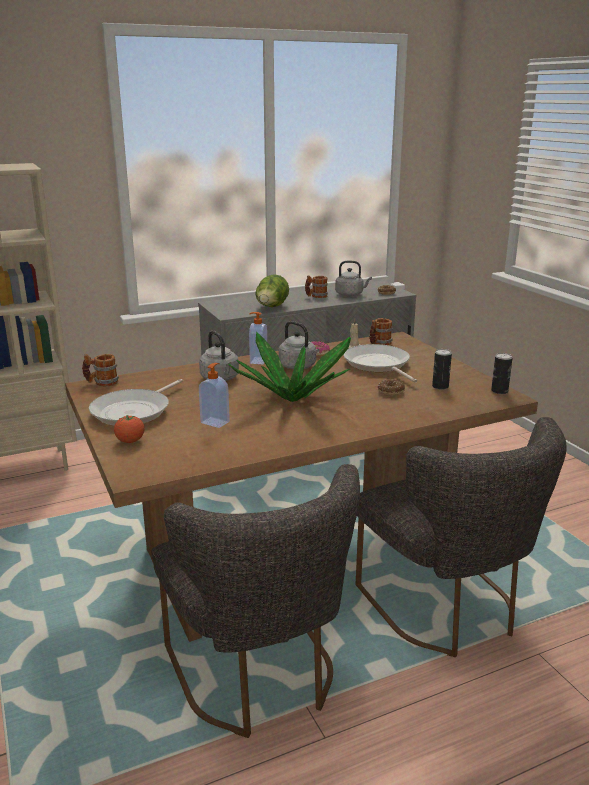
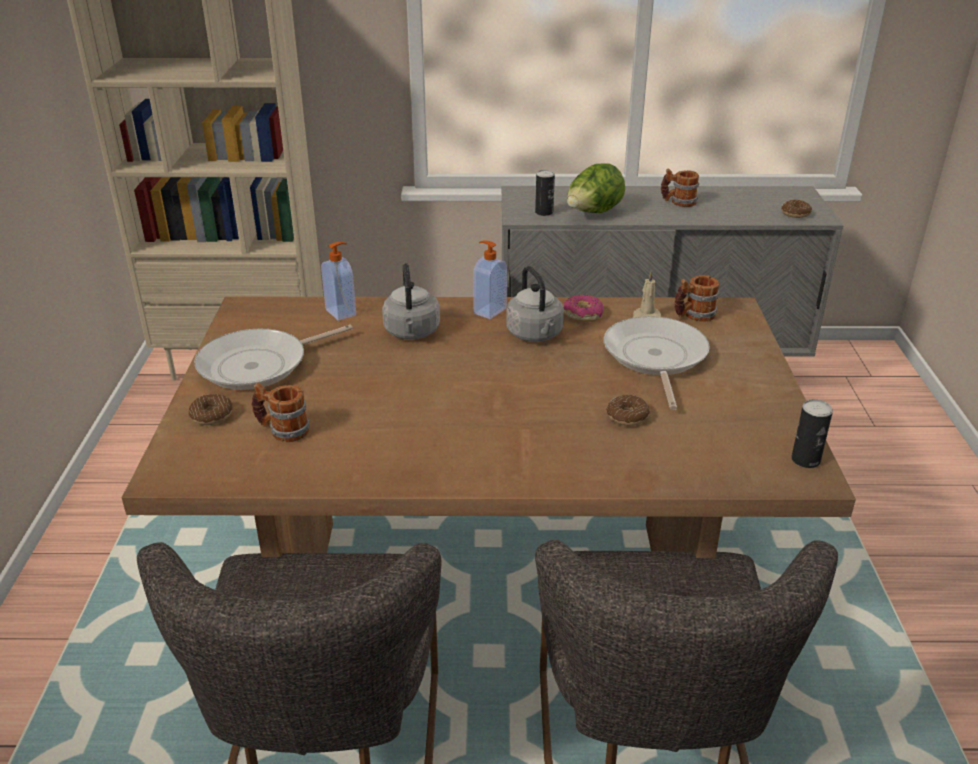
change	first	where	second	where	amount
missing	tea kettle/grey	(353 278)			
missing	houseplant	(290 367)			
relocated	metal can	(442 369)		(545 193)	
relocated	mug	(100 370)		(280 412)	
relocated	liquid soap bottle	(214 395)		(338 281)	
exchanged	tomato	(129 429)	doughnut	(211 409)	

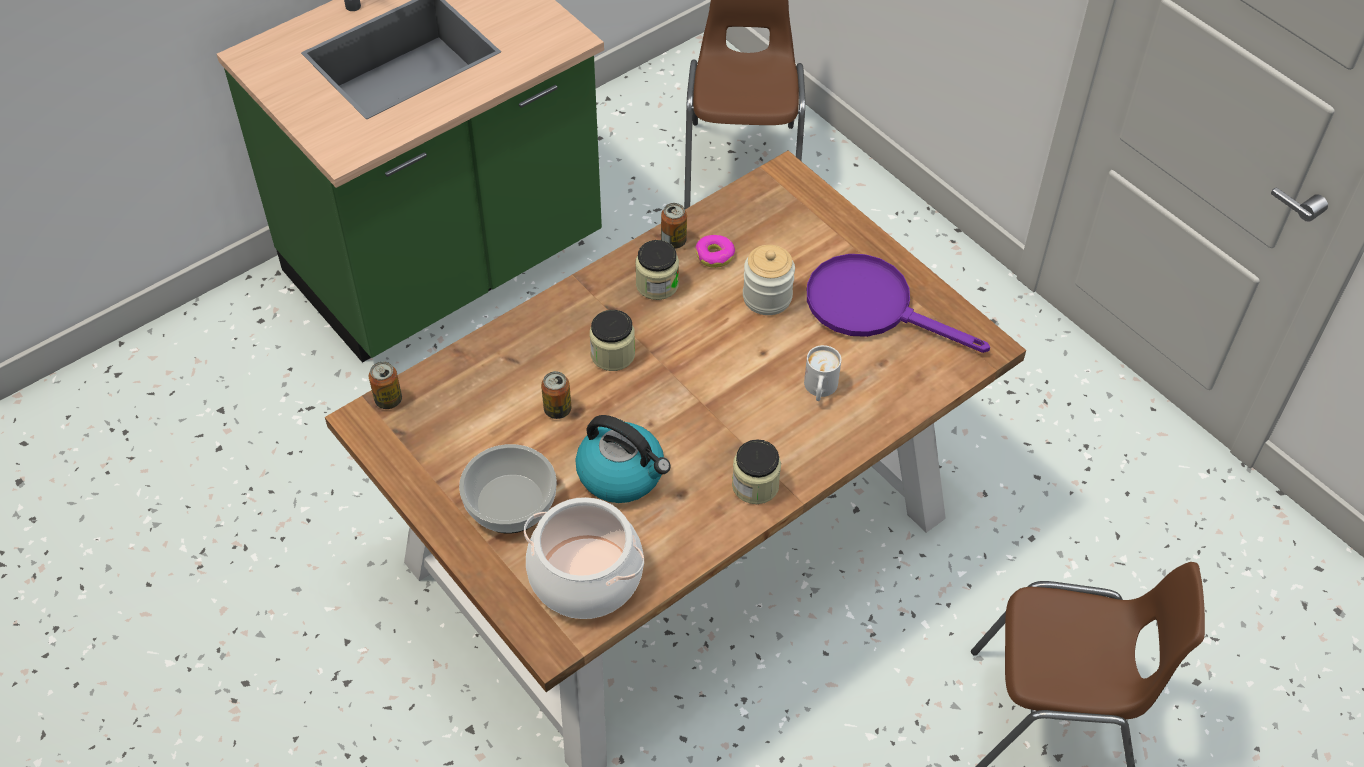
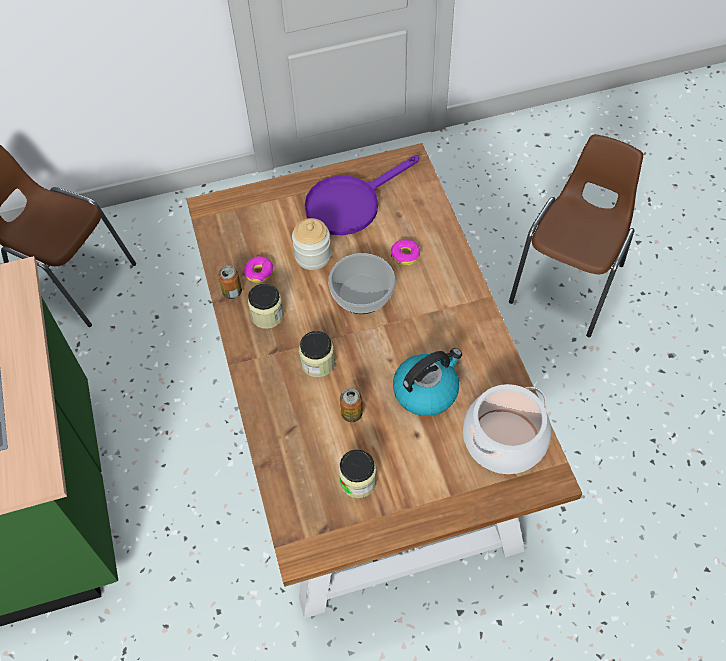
change	first	where	second	where	amount
exchanged	mug/white-coloured	(822 373)	doughnut	(405 252)	
missing	metal can	(385 385)			
relocated	storage jar	(756 471)		(357 474)	
relocated	deep dish	(508 489)		(361 283)	

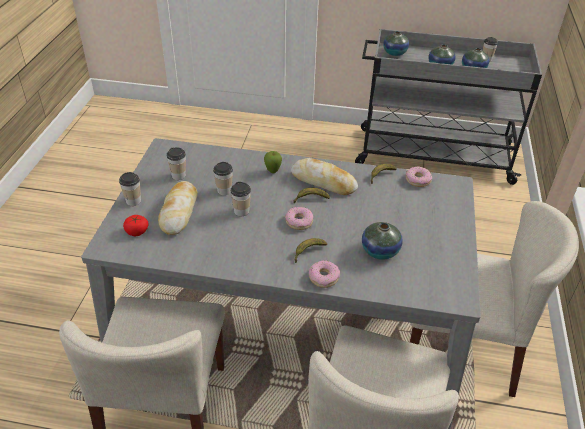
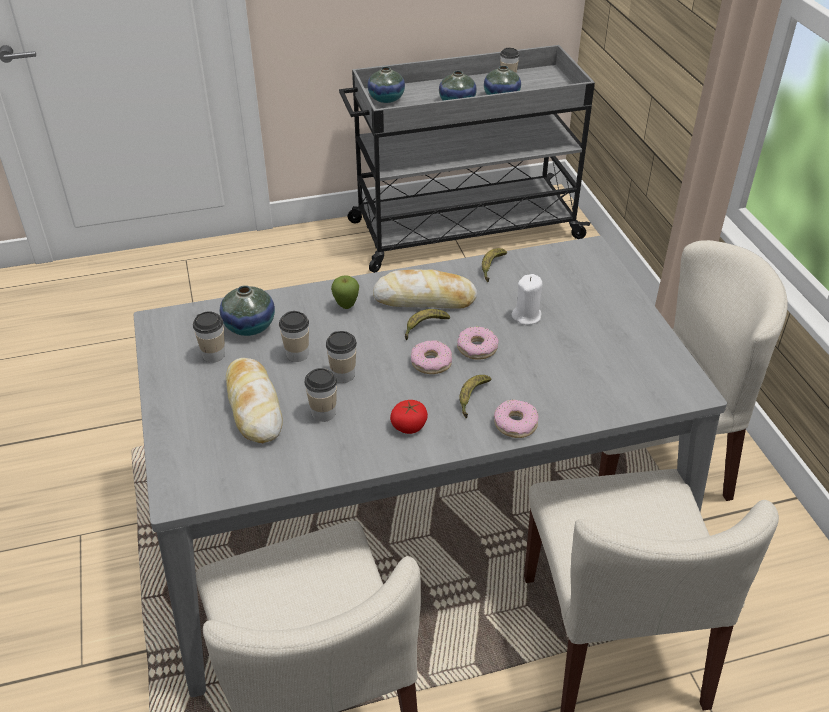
change	first	where	second	where	amount
relocated	doughnut	(419 177)		(478 343)	
relocated	drinking cup	(130 189)		(321 395)	
relocated	tomato	(135 225)		(409 417)	
relocated	decorative vase	(382 241)		(247 310)	
appeared			wax candle/white-coloured	(527 299)	

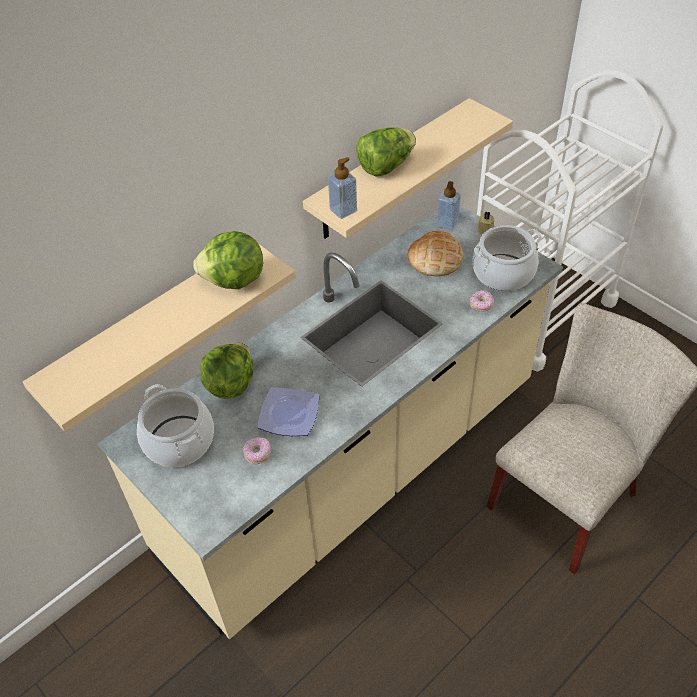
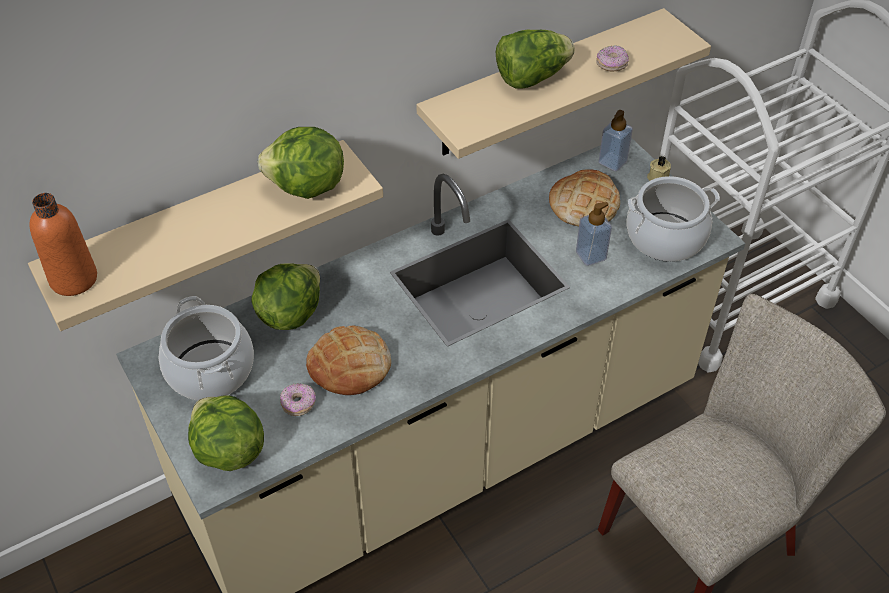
change	first	where	second	where	amount
relocated	liquid soap bottle	(342 188)		(594 234)	
relocated	doughnut	(482 301)		(612 58)	
exchanged	flat dish	(288 411)	baked bread	(348 360)	
appeared			bottle/orangey	(63 244)	
appeared			head of lettuce	(226 433)	

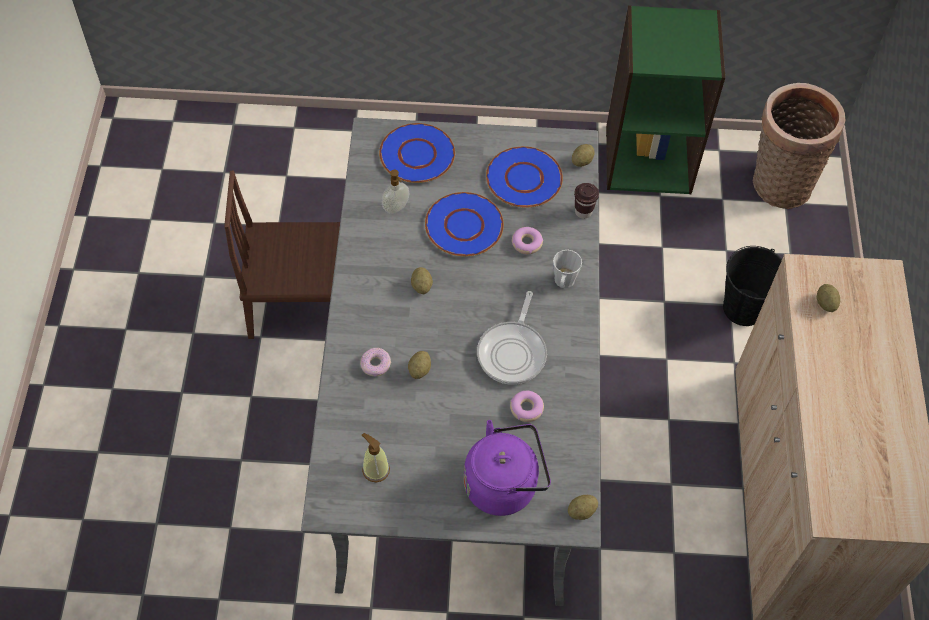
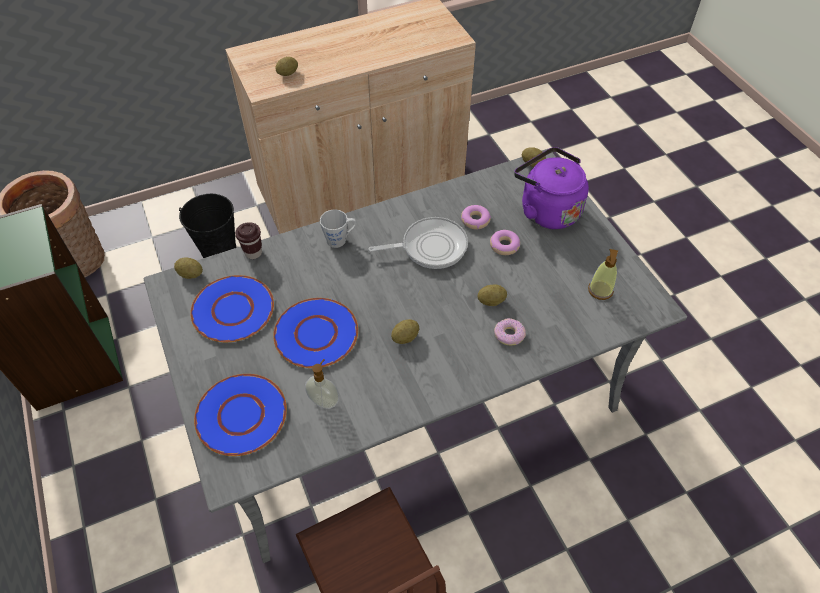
change	first	where	second	where	amount
relocated	doughnut	(527 240)		(505 242)	

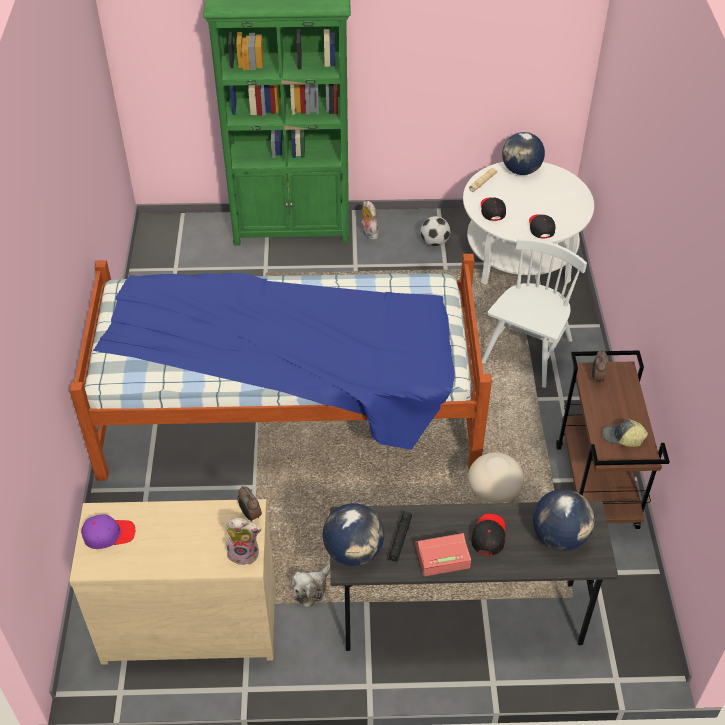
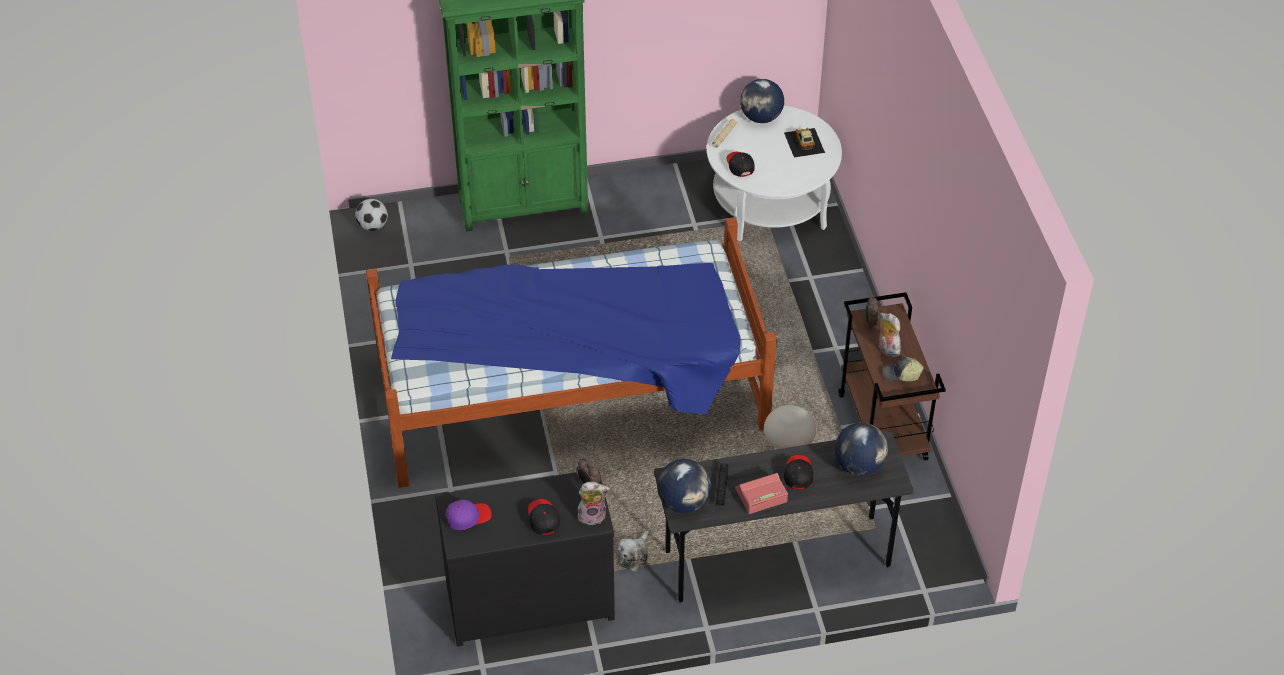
change	first	where	second	where	amount
relocated	cuddly toy	(370 220)		(891 335)	
relocated	cap/blackish	(542 226)		(544 517)	
relocated	football ball	(435 231)		(371 215)	
missing	chair/white-coloured	(534 313)			
colour	dresser/sand-coloured	(172 582)	dresser/blackish	(525 558)	
appeared			model car	(804 142)	

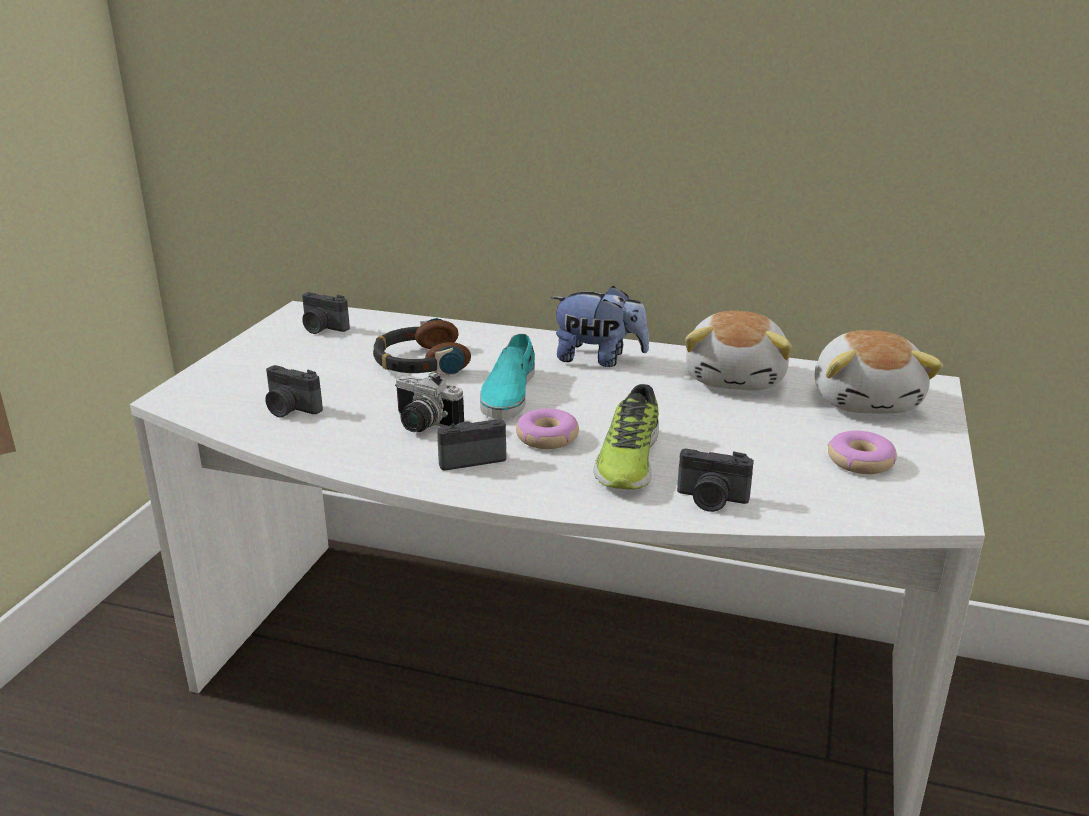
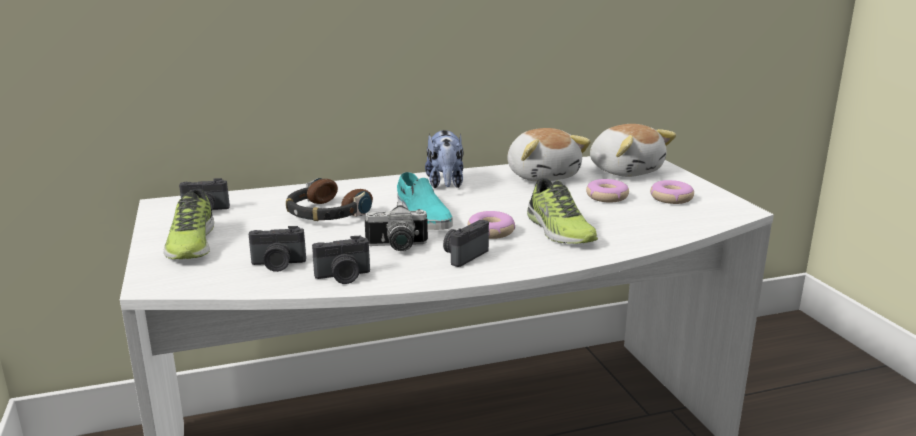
change	first	where	second	where	amount
spun	cuddly toy	(600 326)		(444 159)	105 degrees clockwise
relocated	still camera	(715 480)		(341 259)	
appeared			doughnut	(607 191)	
appeared			shoe	(189 223)	

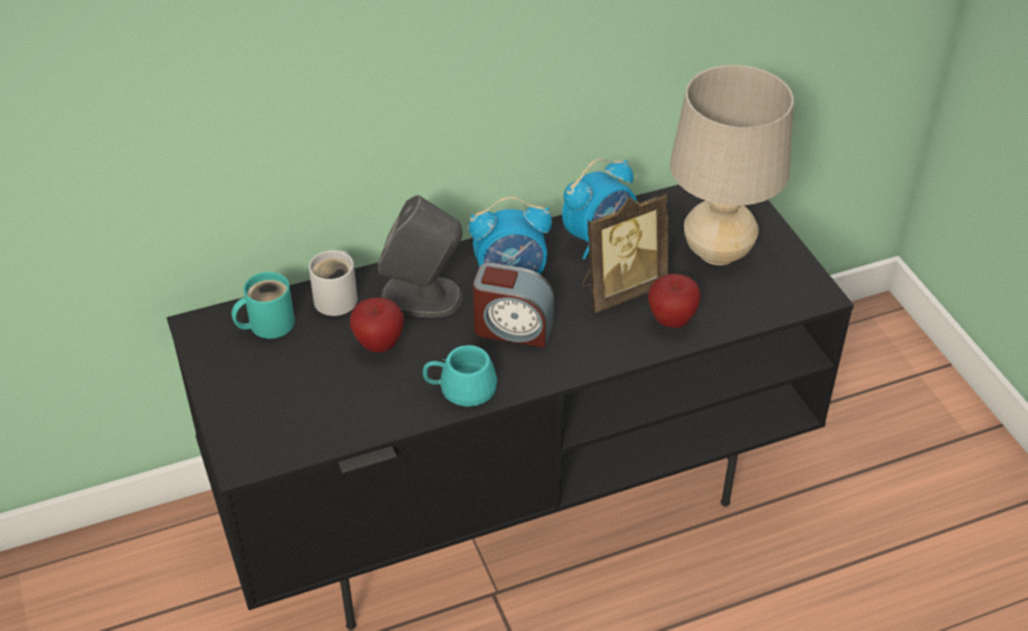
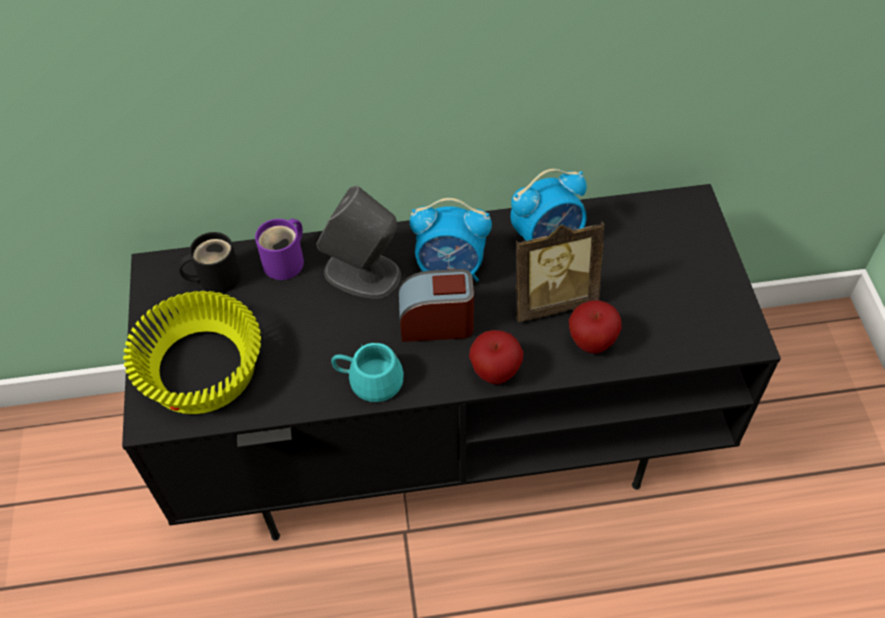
change	first	where	second	where	amount
missing	tabletop lamp/sand-coloured	(732 165)			
colour	mug/white-coloured	(333 283)	mug/purple-coloured	(279 249)	
spun	table clock	(513 305)		(436 305)	150 degrees clockwise
colour	mug/turquoise	(263 305)	mug/blackish	(209 262)	
relocated	whole apple	(377 324)		(496 357)	
appeared			deep dish/yellowish	(192 352)	

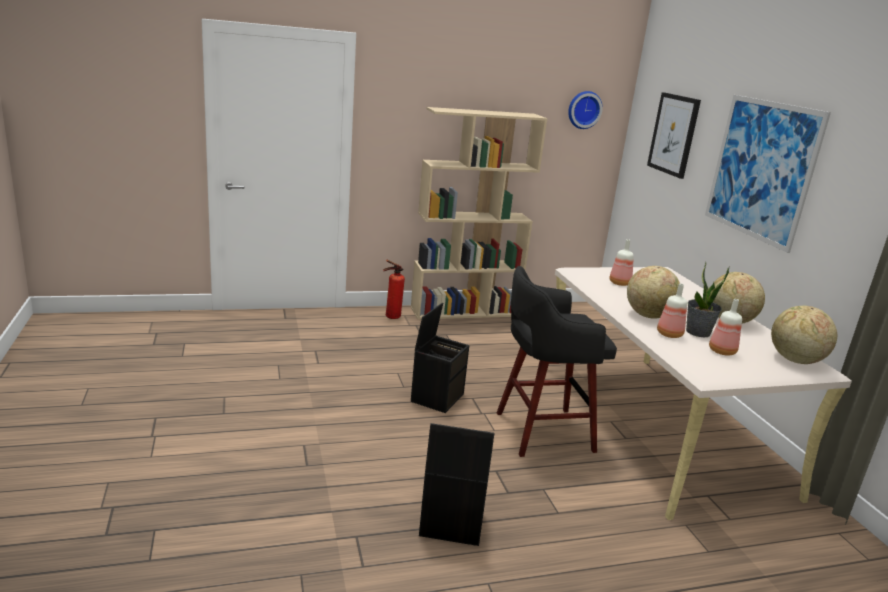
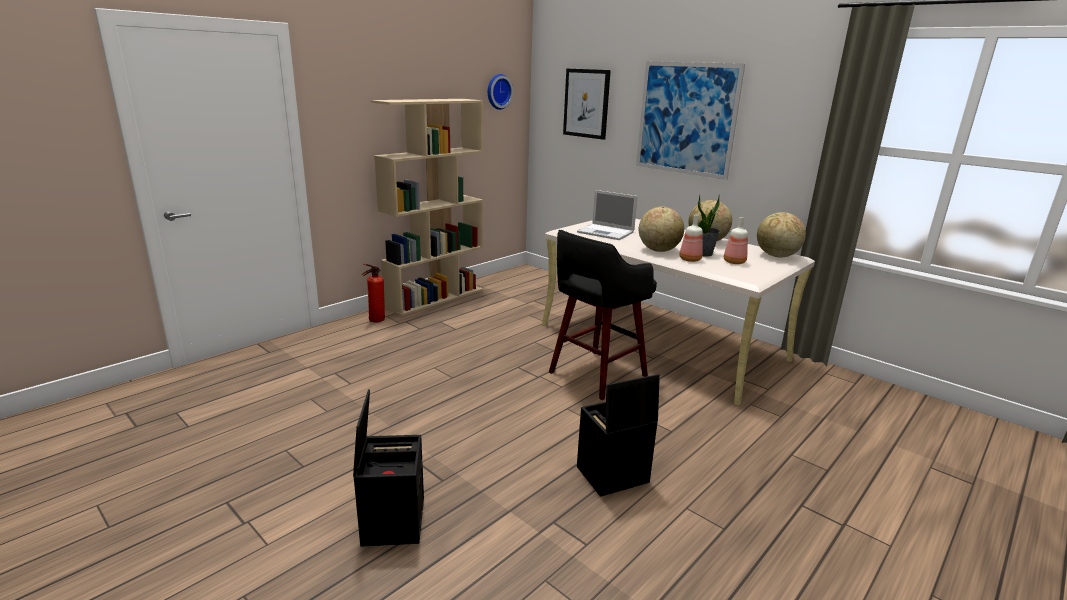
change	first	where	second	where	amount
exchanged	bottle	(621 262)	portable computer	(607 215)	
relocated	storage container/blackish	(440 357)		(388 468)	

